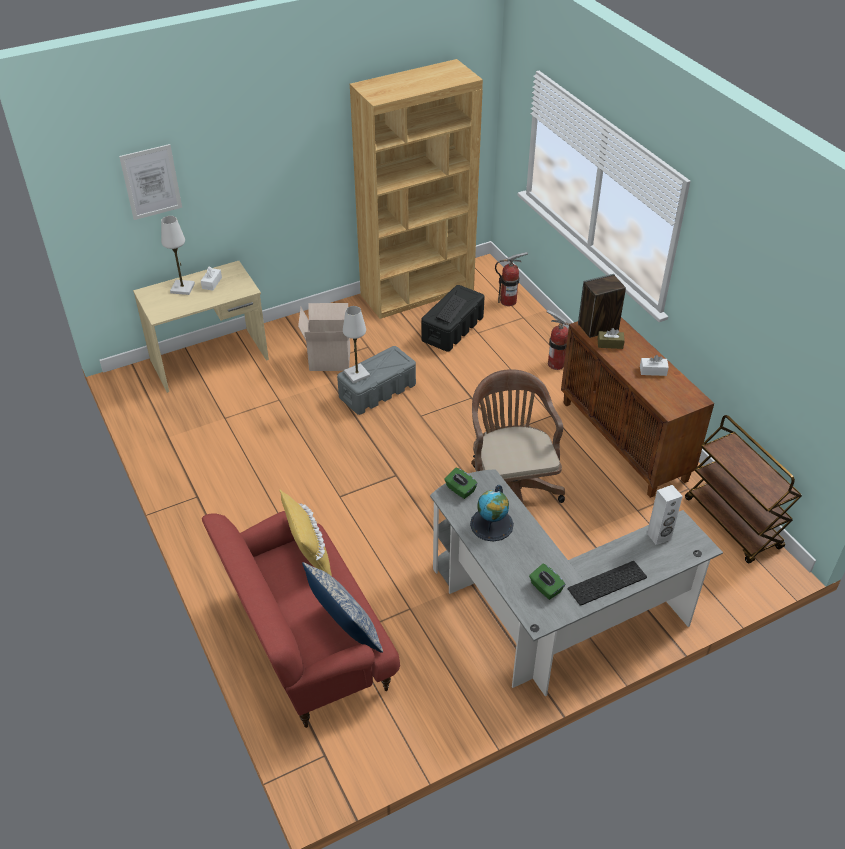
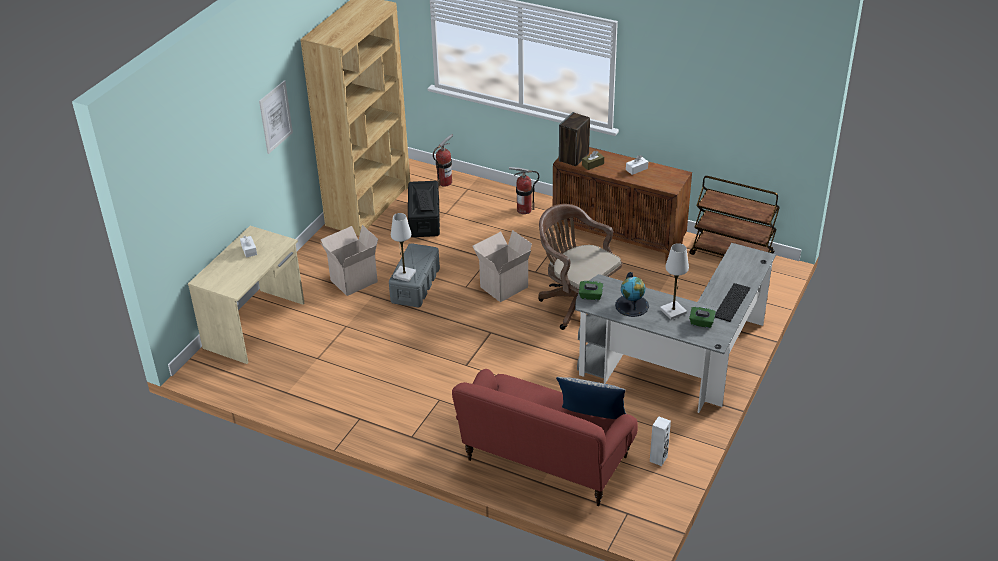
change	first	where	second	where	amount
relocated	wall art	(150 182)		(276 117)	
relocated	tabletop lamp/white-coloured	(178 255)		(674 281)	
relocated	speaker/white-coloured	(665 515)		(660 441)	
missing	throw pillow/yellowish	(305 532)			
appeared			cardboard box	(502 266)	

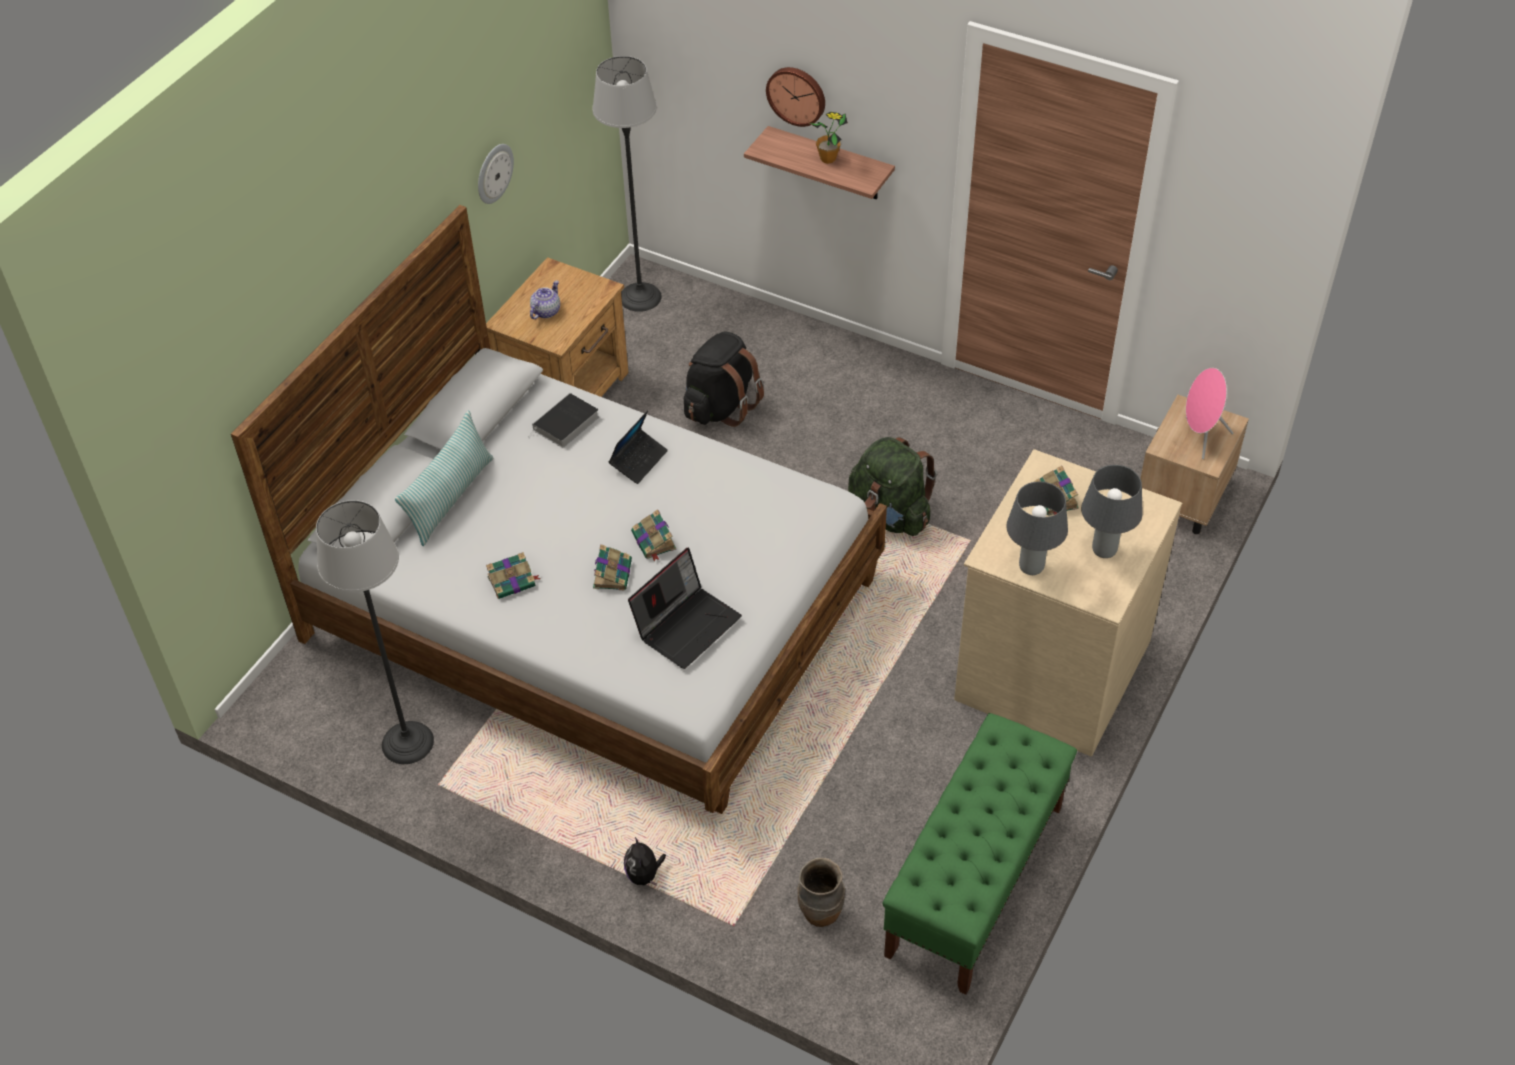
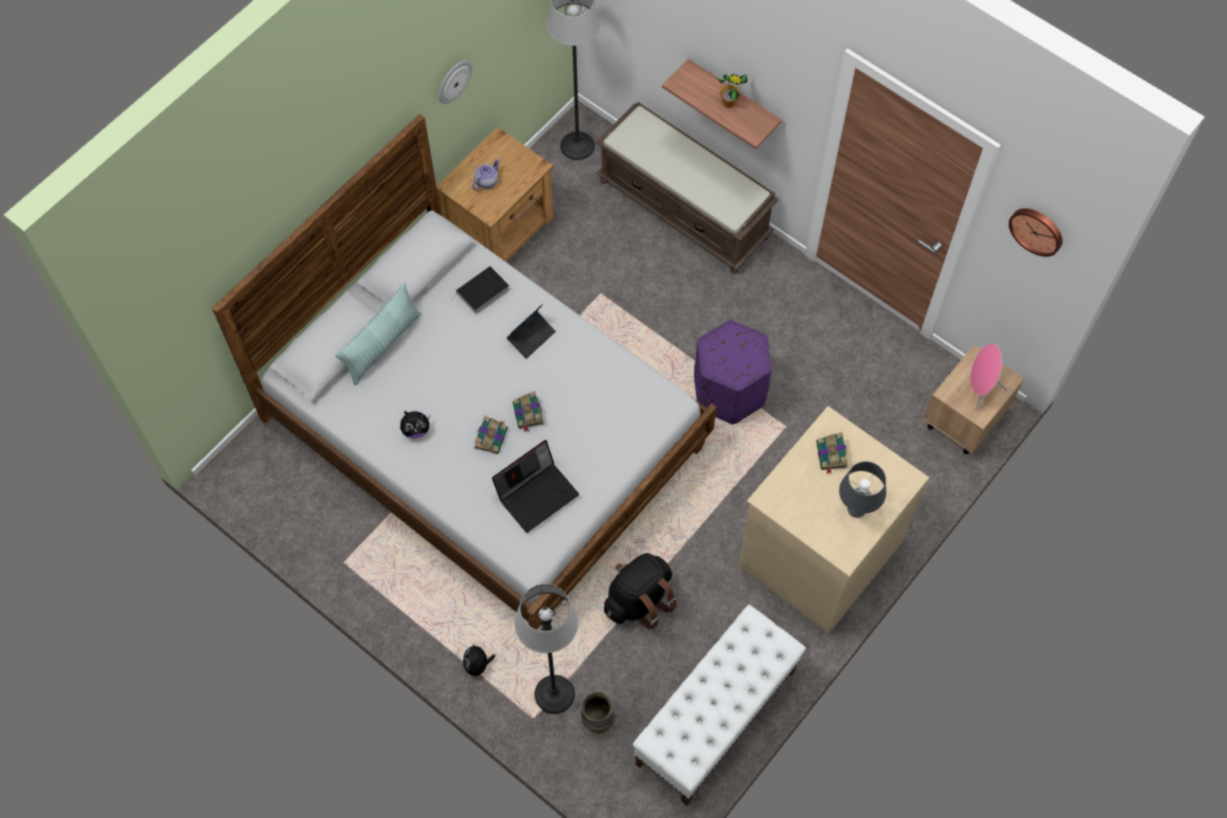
change	first	where	second	where	amount
relocated	wall clock	(795 97)		(1035 232)	
relocated	knapsack/blackish	(724 379)		(640 591)	
exchanged	knapsack/green-coloured	(892 486)	pouffe/purple-coloured	(733 372)	
missing	tabletop lamp/grey	(1037 528)			
relocated	standard lamp	(375 632)		(546 649)	
exchanged	volume	(513 575)	cuddly toy	(415 424)	
colour	indoor bench/green-coloured	(979 854)	indoor bench/white-coloured	(719 705)	
appeared			indoor bench/brownish	(687 187)	

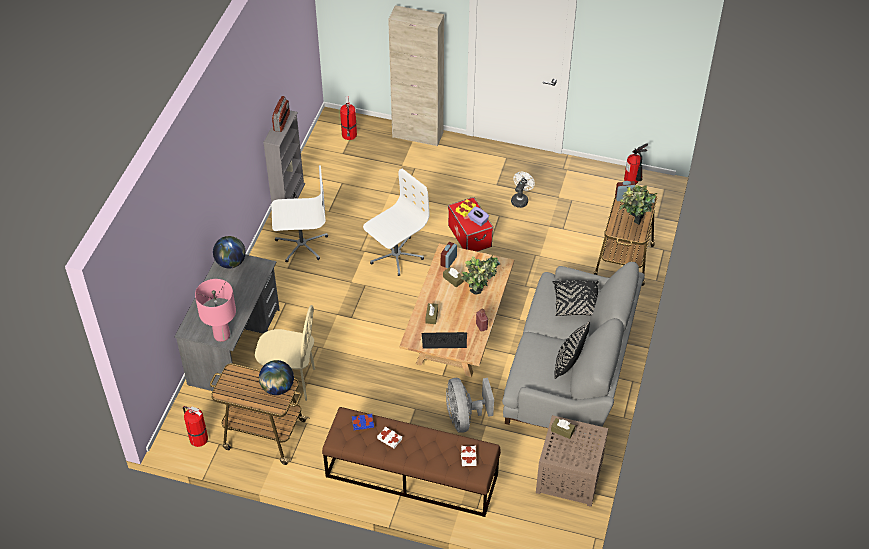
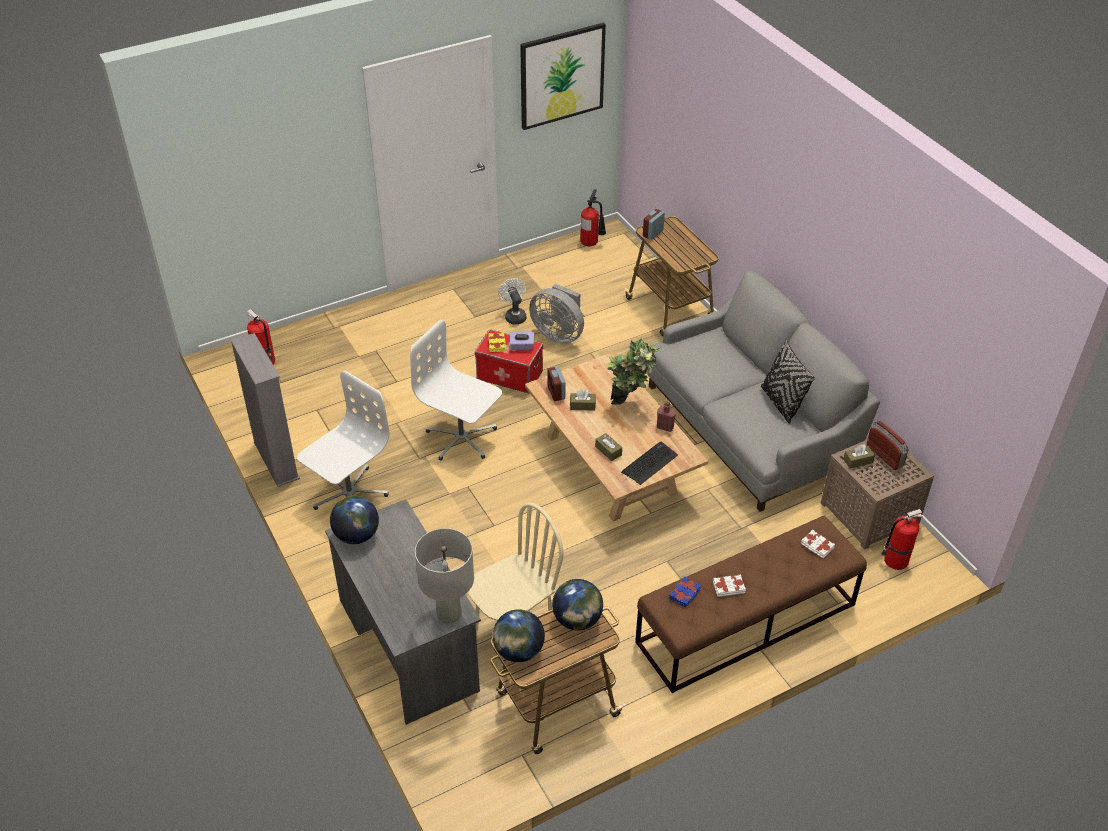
change	first	where	second	where	amount
missing	storage cabinet/sand-coloured	(416 76)			
relocated	radio	(281 114)		(887 445)	
spun	desk chair/white-coloured	(396 222)		(456 390)	60 degrees counterclockwise
missing	houseplant	(638 205)			
colour	tabletop lamp/pink-coloured	(215 310)	tabletop lamp/grey	(444 576)	
missing	throw pillow/blackish	(576 298)			
relocated	fan/grey	(470 405)		(556 313)	
relocated	fire-fighting cylinder	(195 426)		(902 539)	
appeared			wall art	(563 76)	
appeared			world globe	(519 635)	

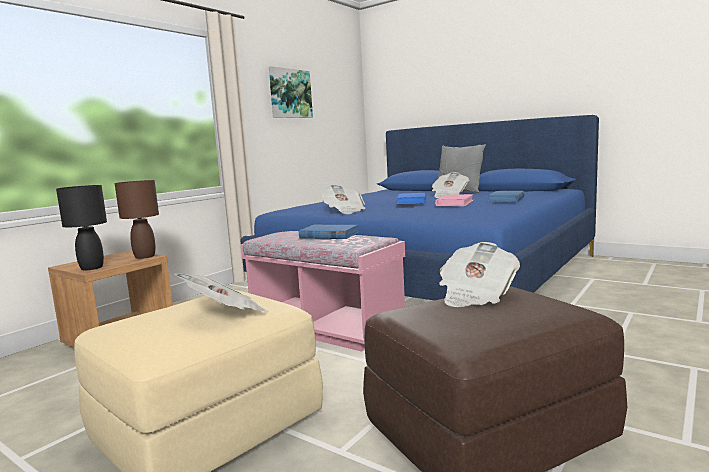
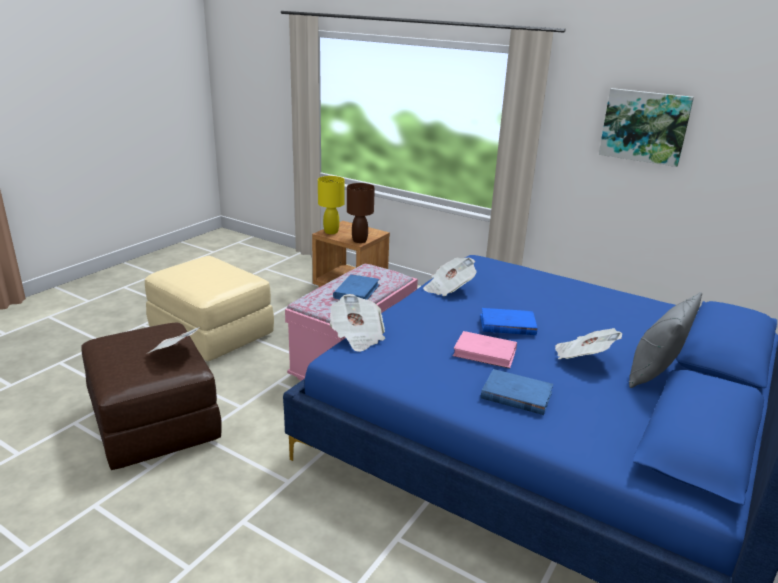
change	first	where	second	where	amount
colour	tabletop lamp/blackish	(81 227)	tabletop lamp/yellowish	(331 205)	
relocated	printed paper	(220 292)		(357 323)	

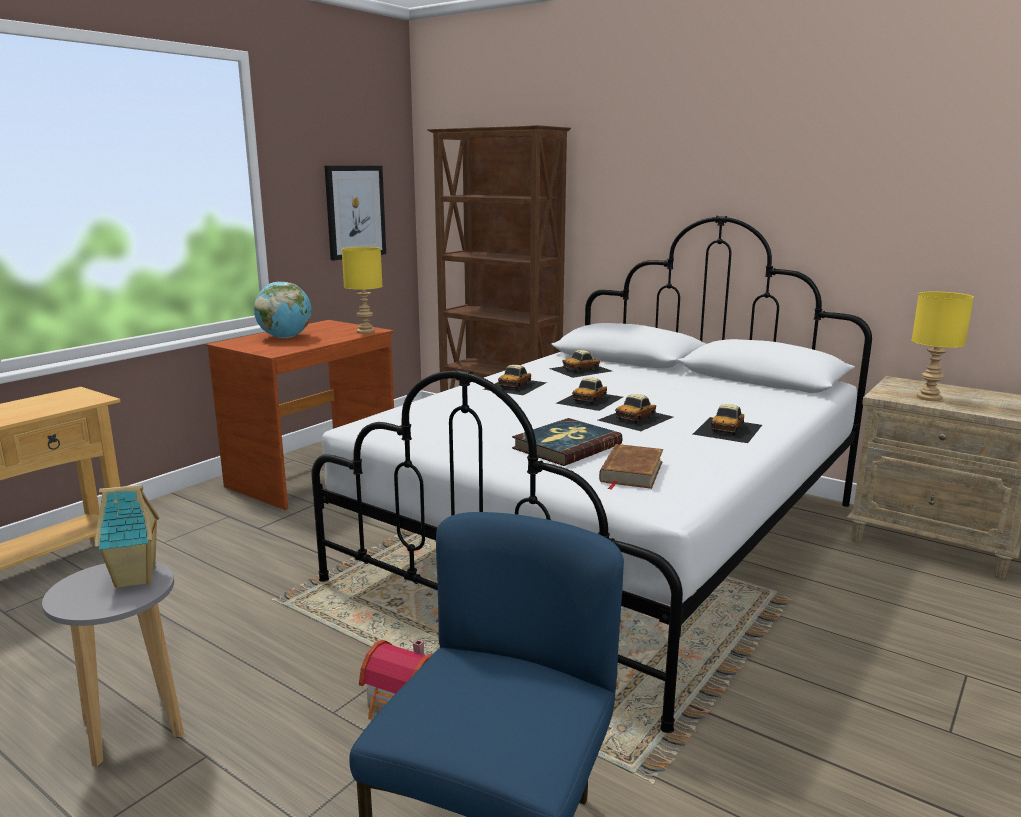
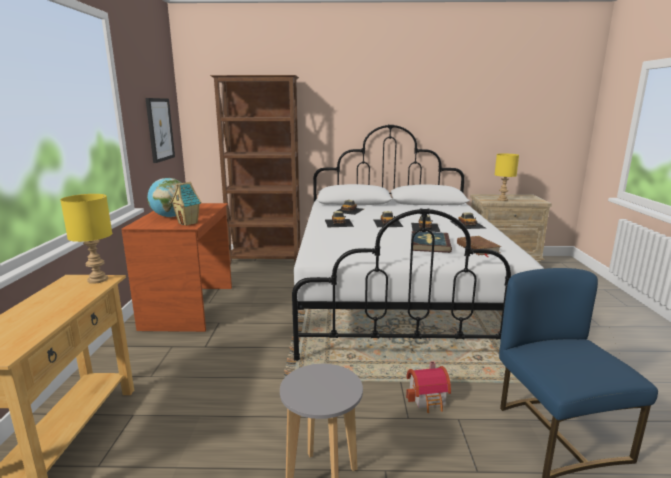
change	first	where	second	where	amount
relocated	tabletop lamp/yellowish	(362 290)		(86 239)	
relocated	miniature house	(127 536)		(185 204)	

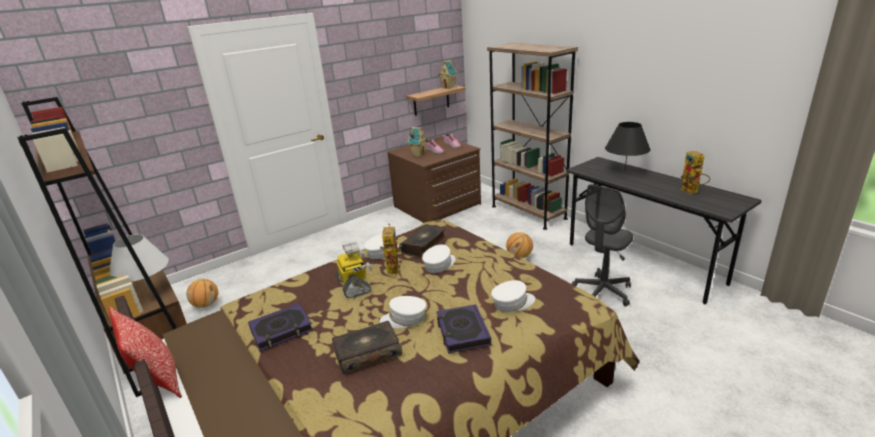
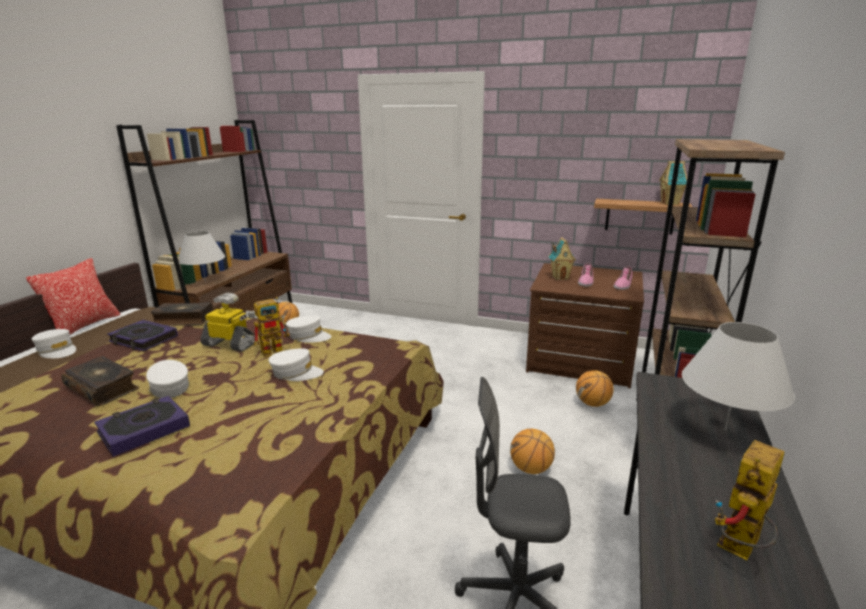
change	first	where	second	where	amount
colour	tabletop lamp/blackish	(627 146)	tabletop lamp/white-coloured	(738 376)	
relocated	volume	(423 241)		(182 314)	
spun	toy robot	(354 270)		(227 321)	105 degrees counterclockwise
relocated	cap/white-coloured	(513 296)		(54 343)	
appeared			ball for basketball	(595 388)	

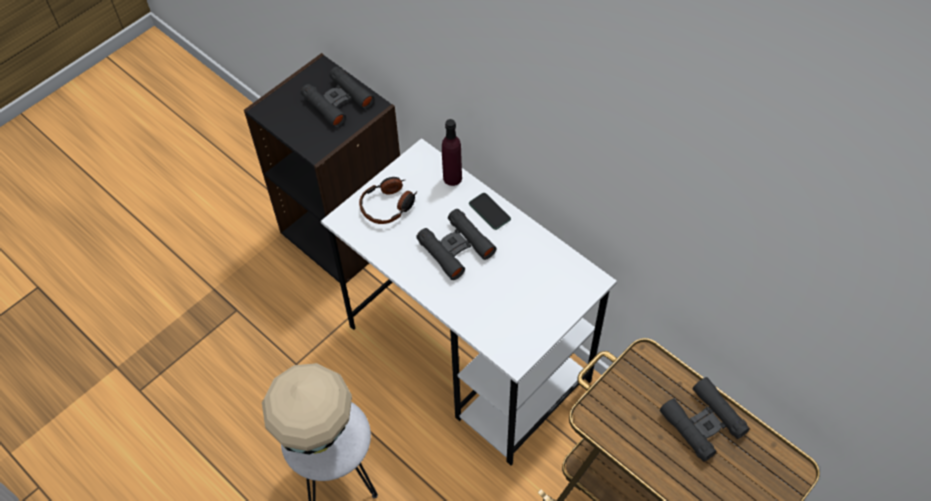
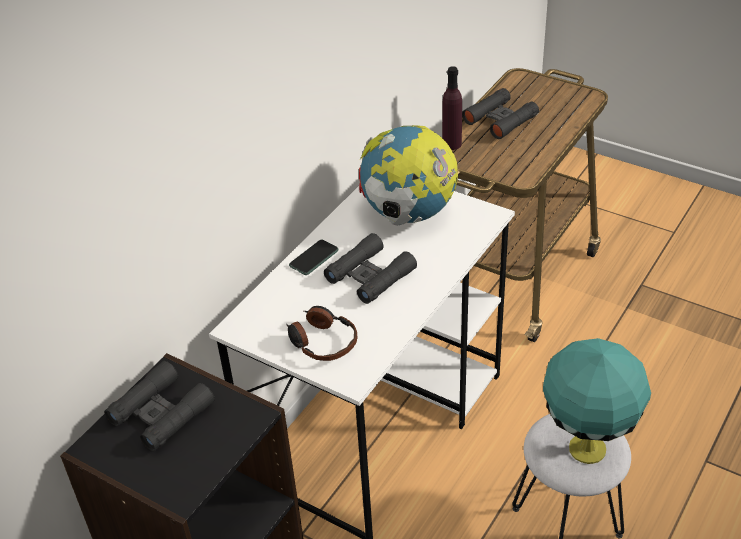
change	first	where	second	where	amount
relocated	bottle/purple-coloured	(452 152)		(452 108)	
colour	tabletop lamp/sand-coloured	(307 409)	tabletop lamp/turquoise	(597 401)	
appeared			world globe	(408 175)	

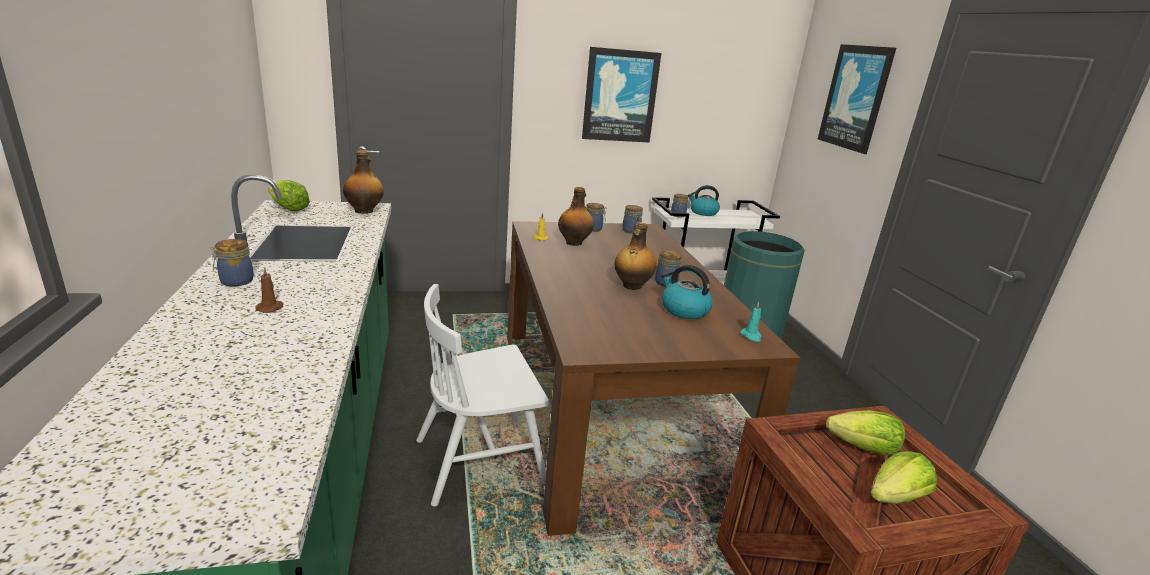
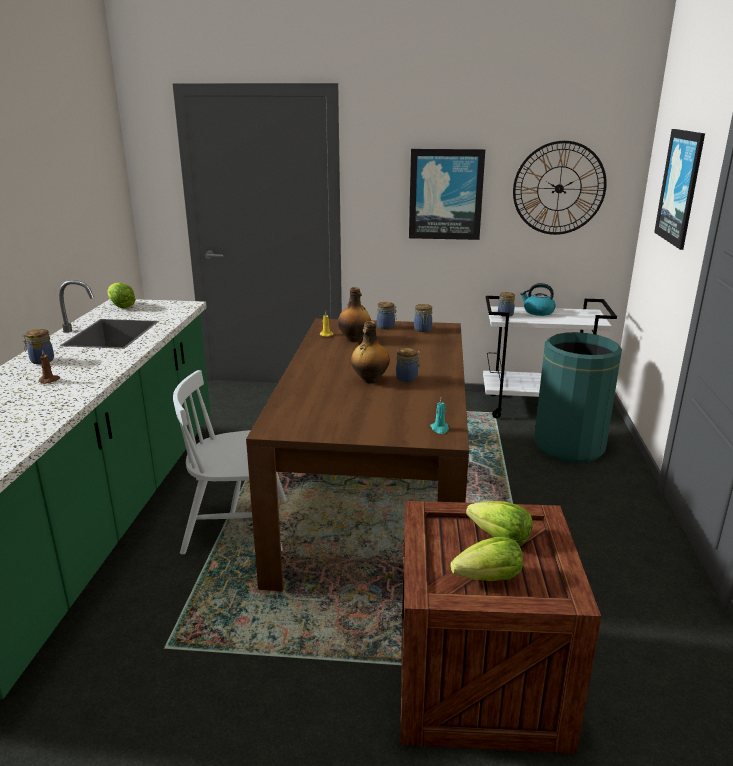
change	first	where	second	where	amount
missing	bottle	(363 182)			
missing	tea kettle	(687 292)			
appeared			wall clock	(560 188)	

